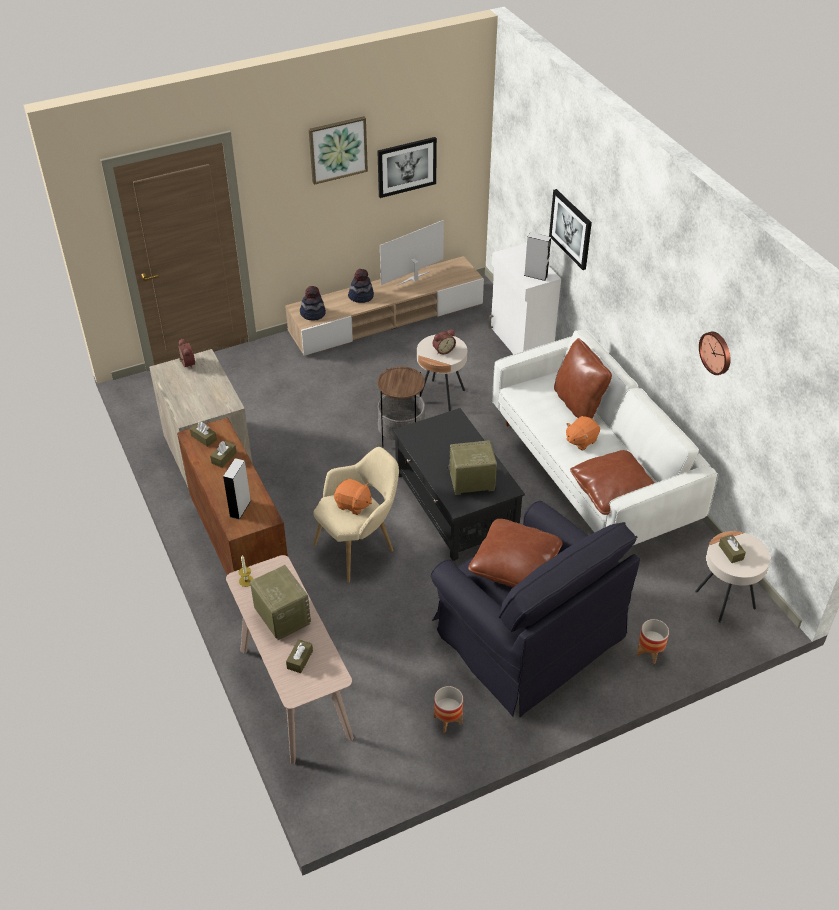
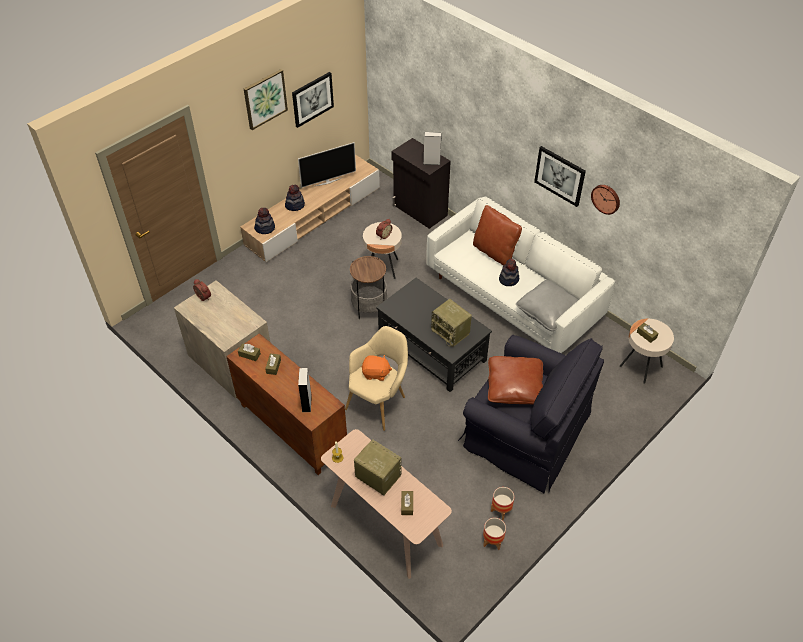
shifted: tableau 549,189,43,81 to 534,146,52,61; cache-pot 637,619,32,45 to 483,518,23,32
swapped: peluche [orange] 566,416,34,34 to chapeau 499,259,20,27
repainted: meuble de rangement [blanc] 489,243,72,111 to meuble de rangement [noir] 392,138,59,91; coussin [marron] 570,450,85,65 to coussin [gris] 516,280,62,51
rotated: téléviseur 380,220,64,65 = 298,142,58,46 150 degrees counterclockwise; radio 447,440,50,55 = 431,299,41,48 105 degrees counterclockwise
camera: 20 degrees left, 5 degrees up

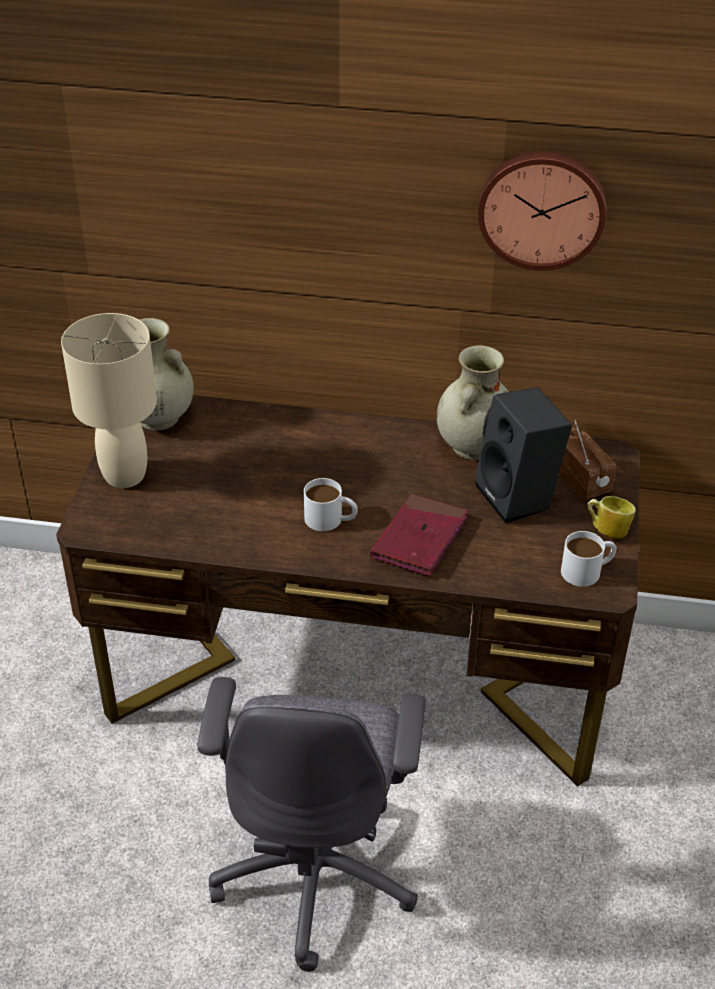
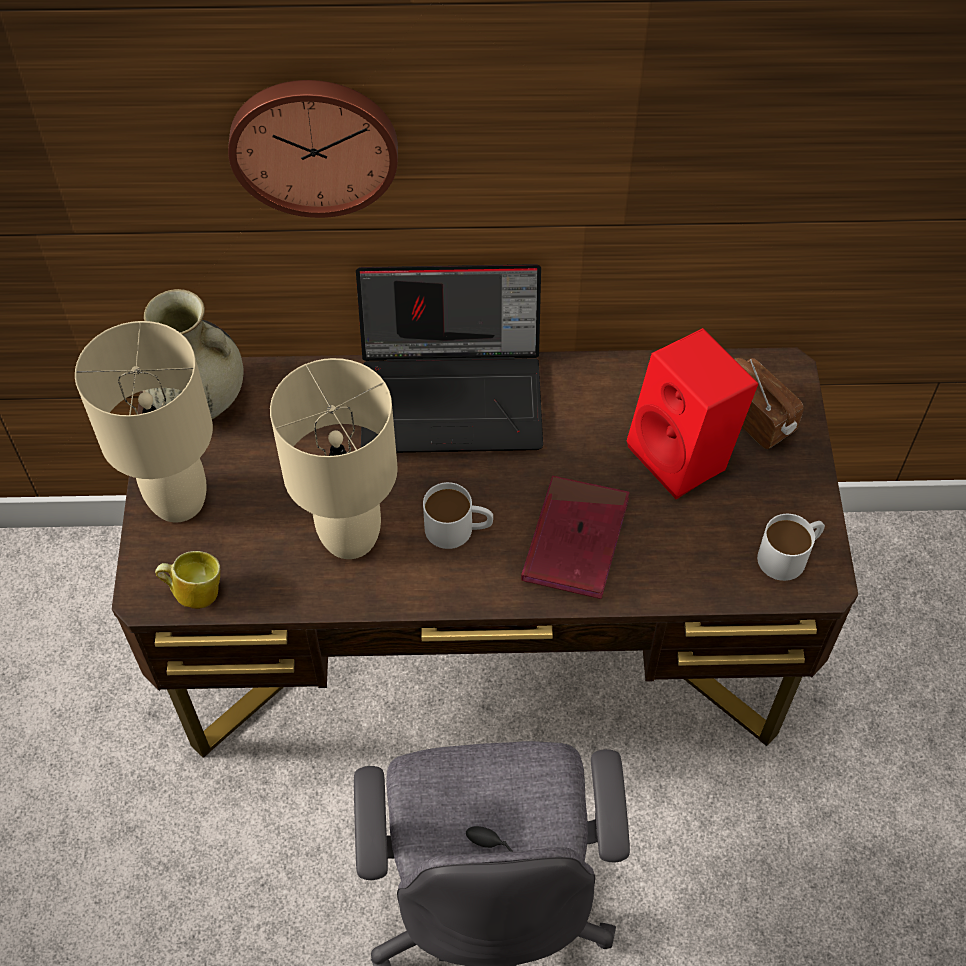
gone: vase [beige] 437,346,72,114
new: lampe de table [beige] 270,358,128,201; ordinateur portable 356,264,187,189
shifted: horloge murale 478,151,128,120 to 228,80,170,138; mug 587,496,49,43 to 155,551,65,58
repainted: enceinte [noir] 475,387,97,136 to enceinte [rouge] 626,328,132,171
camera: 10 degrees left, 15 degrees up

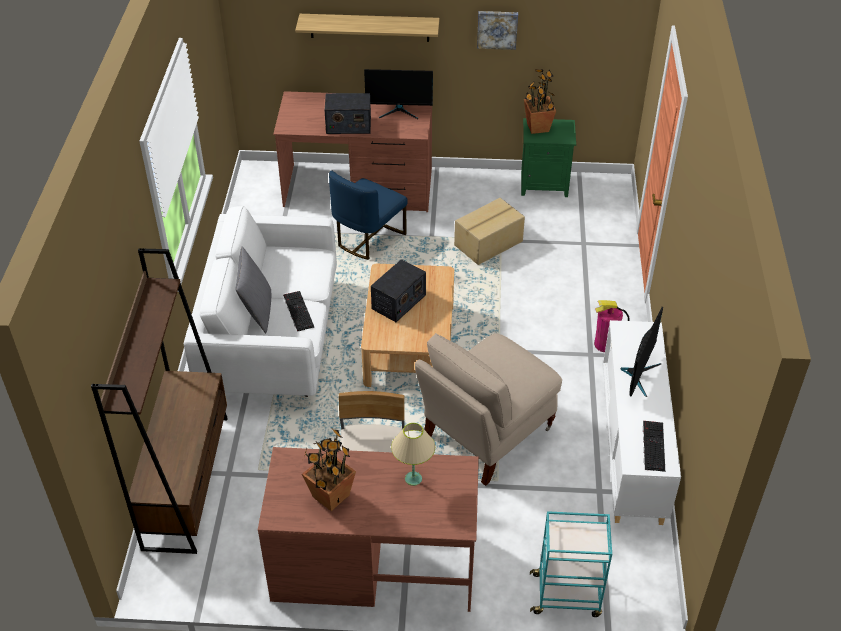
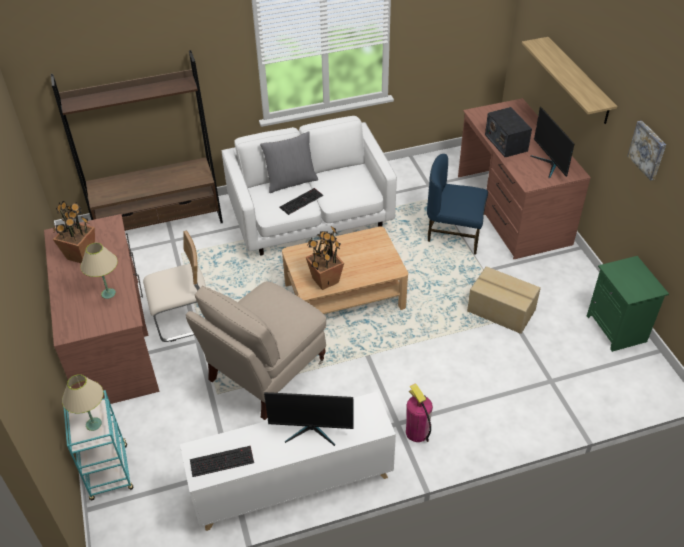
gone: radio 371,259,55,63
new: lampe de table [beige] 62,374,42,57
shifted: plante en pot 524,69,32,65 to 306,226,38,64
rotated: chaise [beige] 415,333,147,153 = 186,281,140,139 75 degrees counterclockwise
camera: 70 degrees right, 0 degrees up

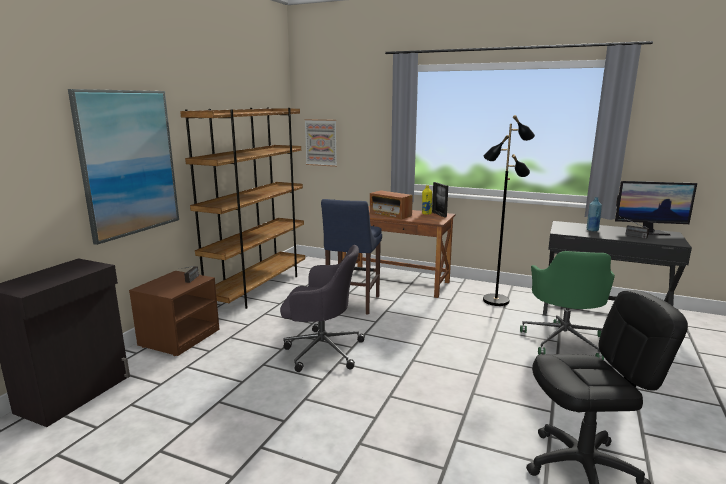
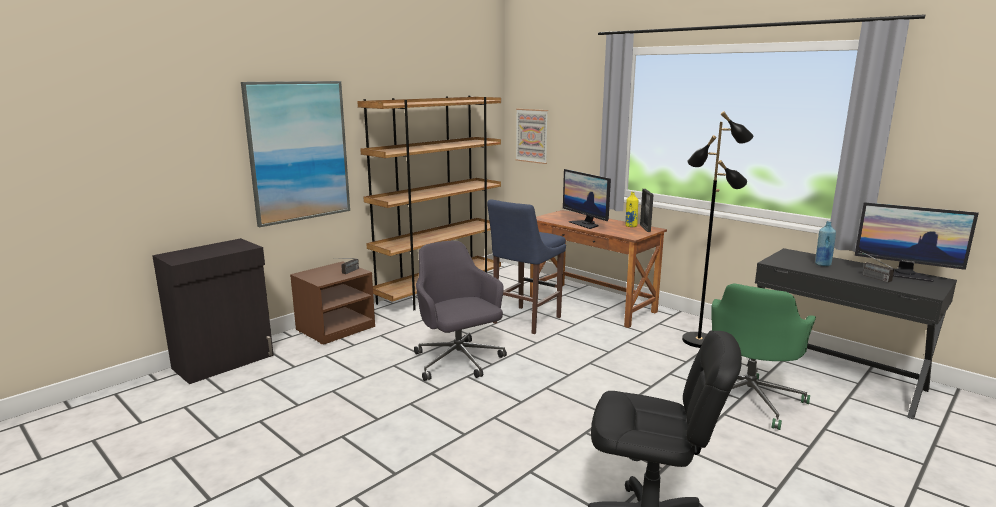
swapped: radio 370,190,43,30 to écran d'ordinateur 563,169,48,60
rotated: chaise de bureau [gris] 280,245,85,127 = 414,241,93,140 150 degrees counterclockwise
camera: 20 degrees right, 0 degrees up

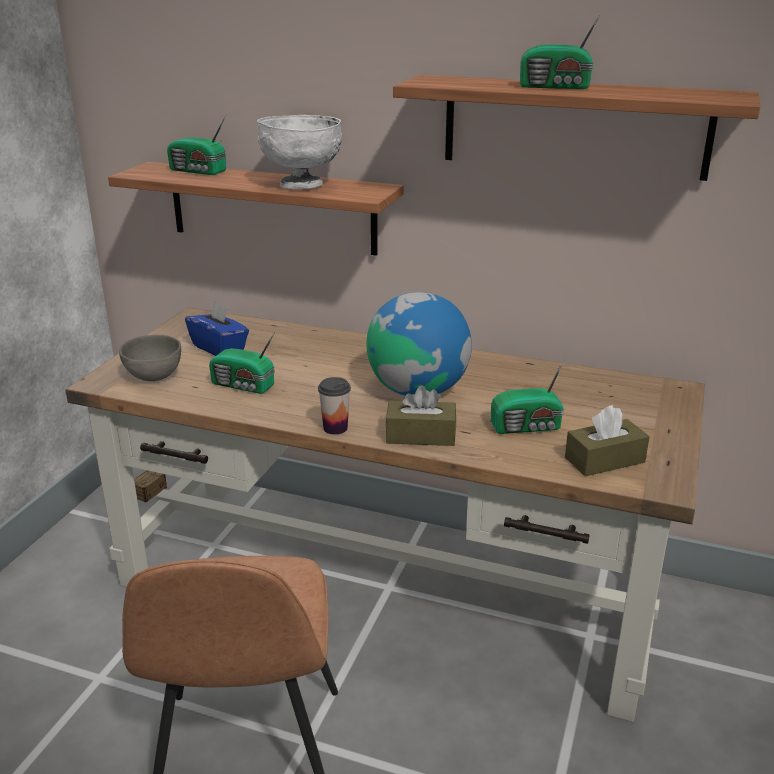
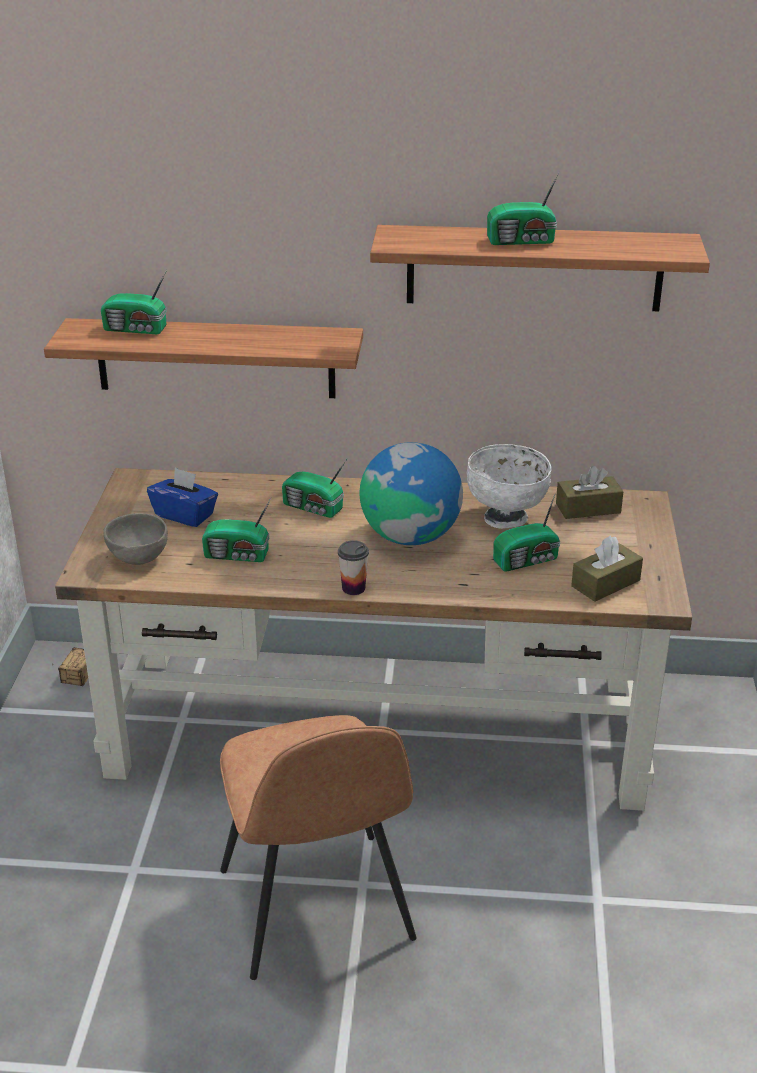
new: radio 282,459,65,59
shifted: bol [blanc] 257,115,85,74 to 467,444,85,85; boîte à mouchoirs [marron] 385,385,71,61 to 556,466,68,53
camera: 15 degrees left, 5 degrees up

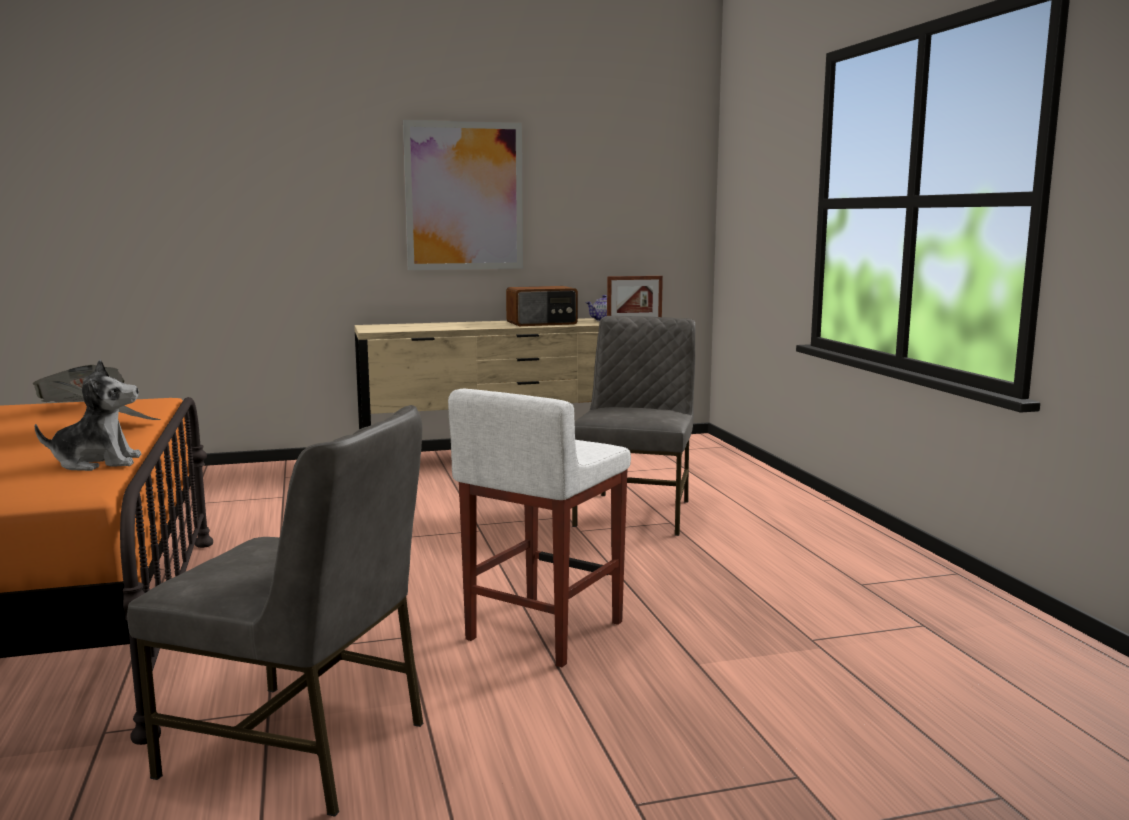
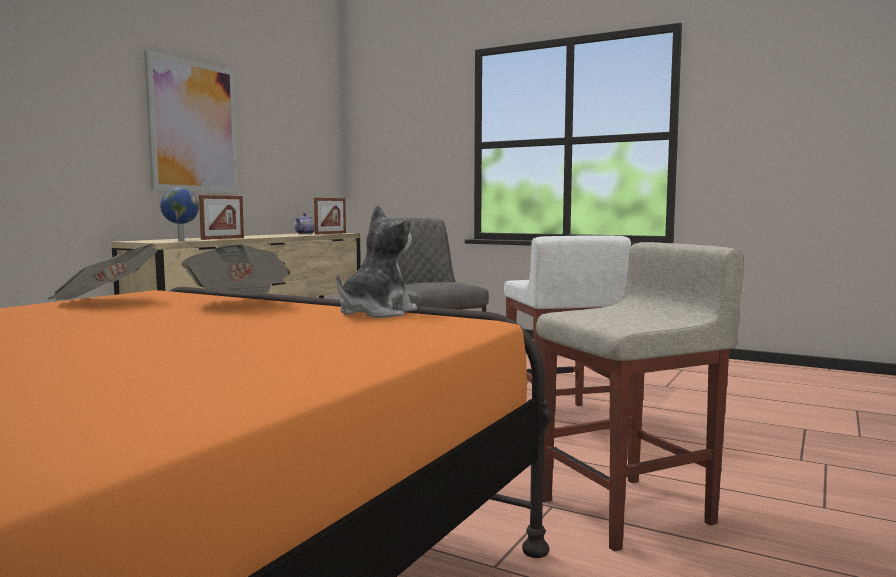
gone: radio 506,286,72,40
new: globe 160,188,39,53; cadre photo 199,195,45,45
swapped: chaise [gris] 127,405,297,412 to tabouret [beige] 536,242,208,309
camera: 45 degrees left, 5 degrees down

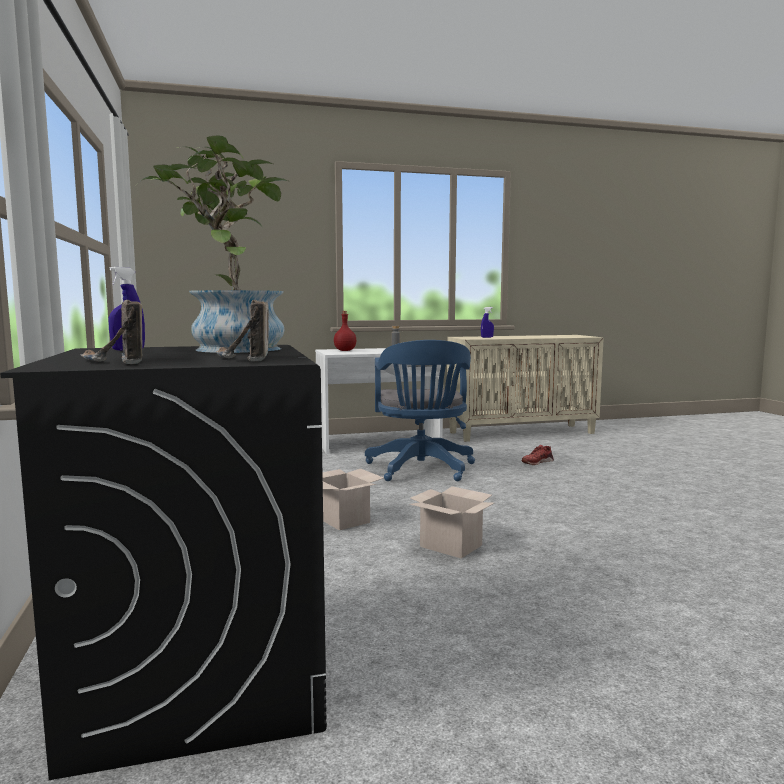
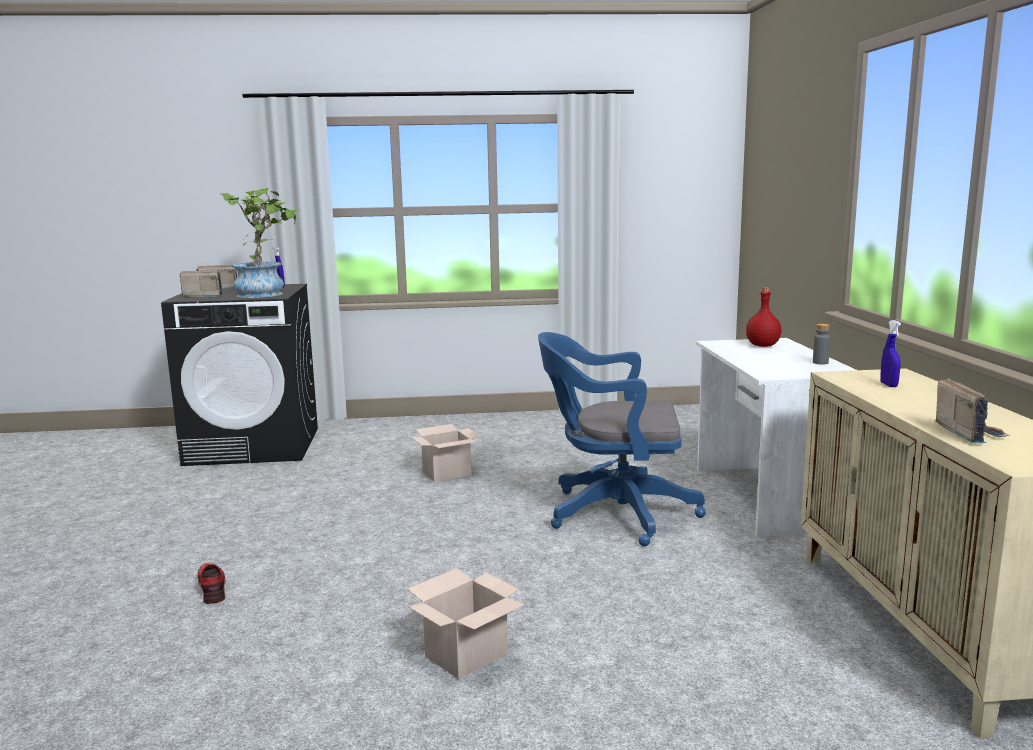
new: radio 936,378,74,66
shifted: carton 410,486,84,73 to 408,568,117,111; chaussure [rouge] 522,445,32,20 to 198,562,28,42
camera: 100 degrees right, 5 degrees up

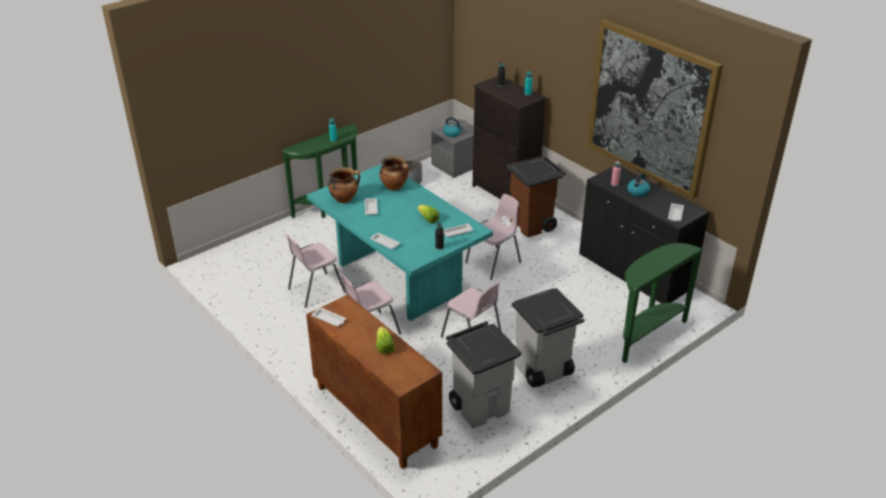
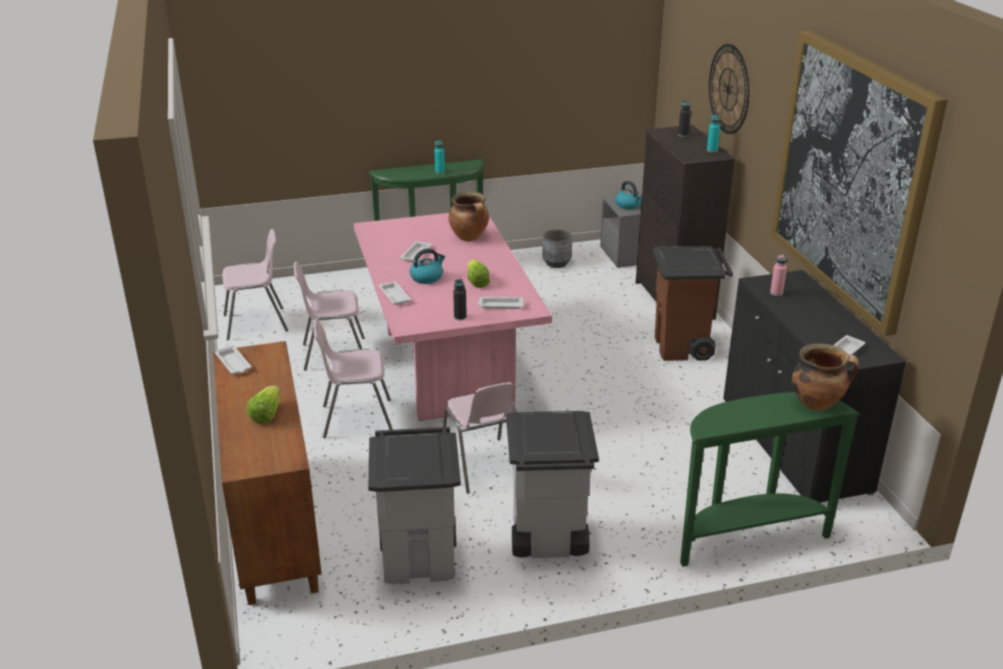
new: horloge murale 709,44,41,90
shifted: marmite 328,167,32,36 to 792,343,67,68; chaise [rose] 465,194,56,86 to 222,229,66,111; bouilloire 627,172,23,25 to 410,248,35,36
repainted: table à manger [turquoise] 307,164,186,157 to table à manger [rose] 354,213,198,208
camera: 25 degrees right, 5 degrees down

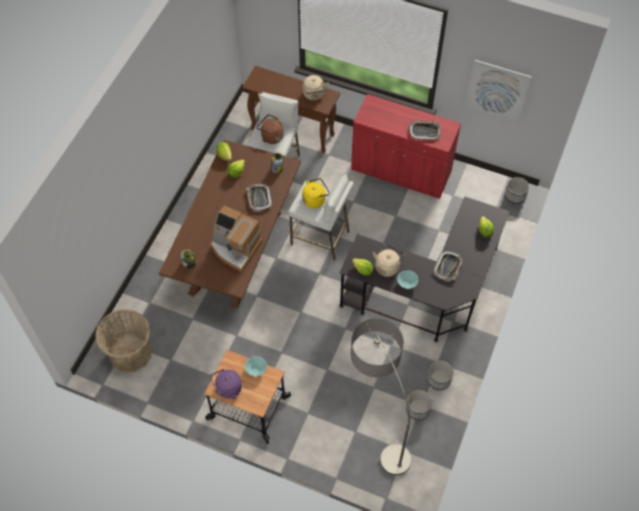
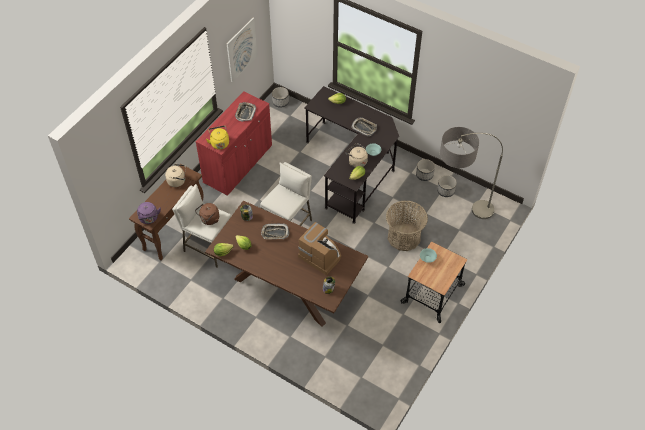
shifted: panier 95,309,57,63 to 386,201,42,50; bouilloire [violet] 210,369,32,30 to 137,202,24,22; bouilloire [jaune] 302,178,28,30 to 206,126,23,24
rotated: machine à café 210,205,52,67 = 298,222,43,53 90 degrees counterclockwise
camera: 80 degrees left, 5 degrees down

